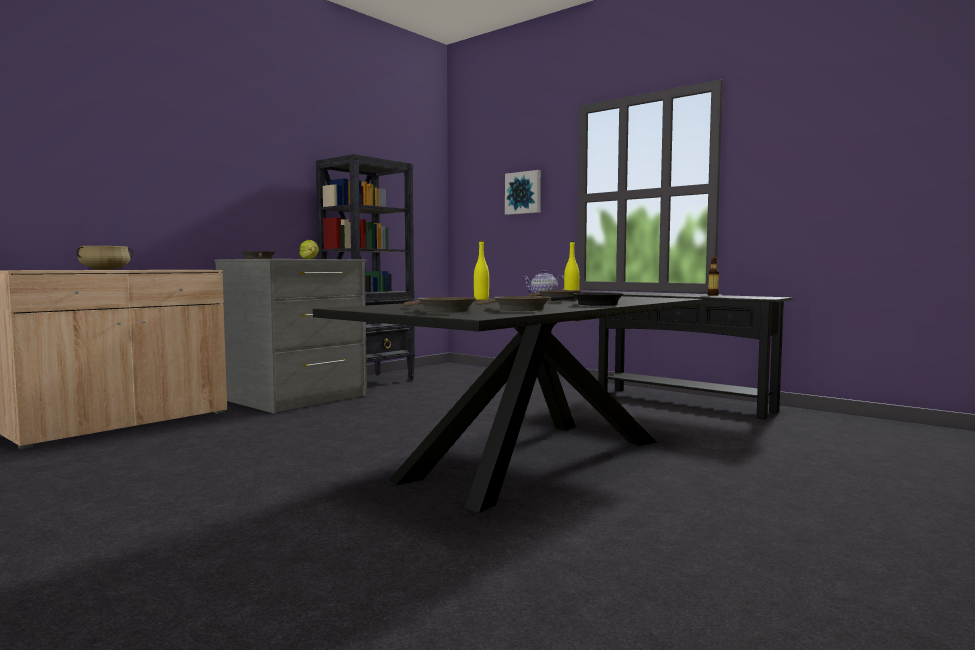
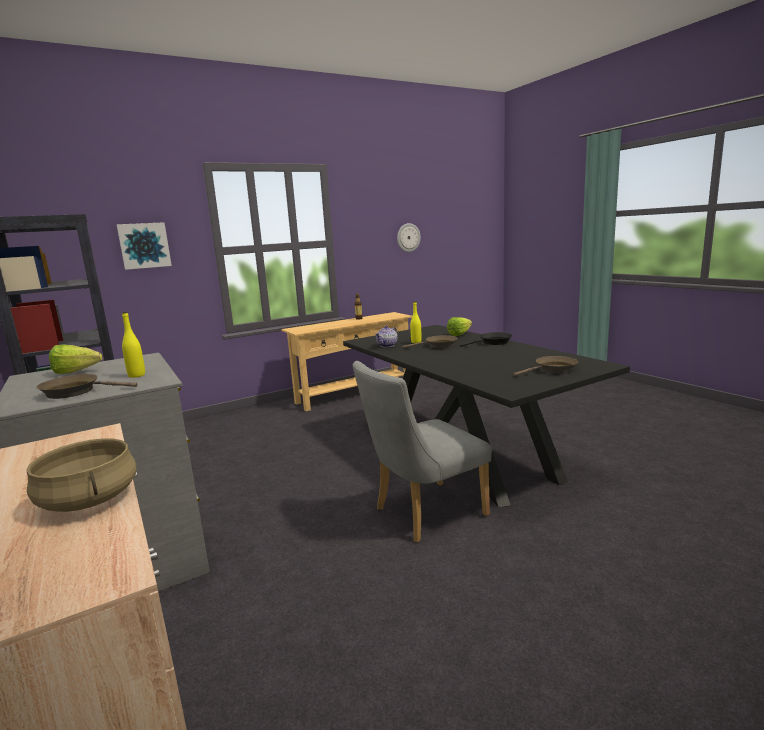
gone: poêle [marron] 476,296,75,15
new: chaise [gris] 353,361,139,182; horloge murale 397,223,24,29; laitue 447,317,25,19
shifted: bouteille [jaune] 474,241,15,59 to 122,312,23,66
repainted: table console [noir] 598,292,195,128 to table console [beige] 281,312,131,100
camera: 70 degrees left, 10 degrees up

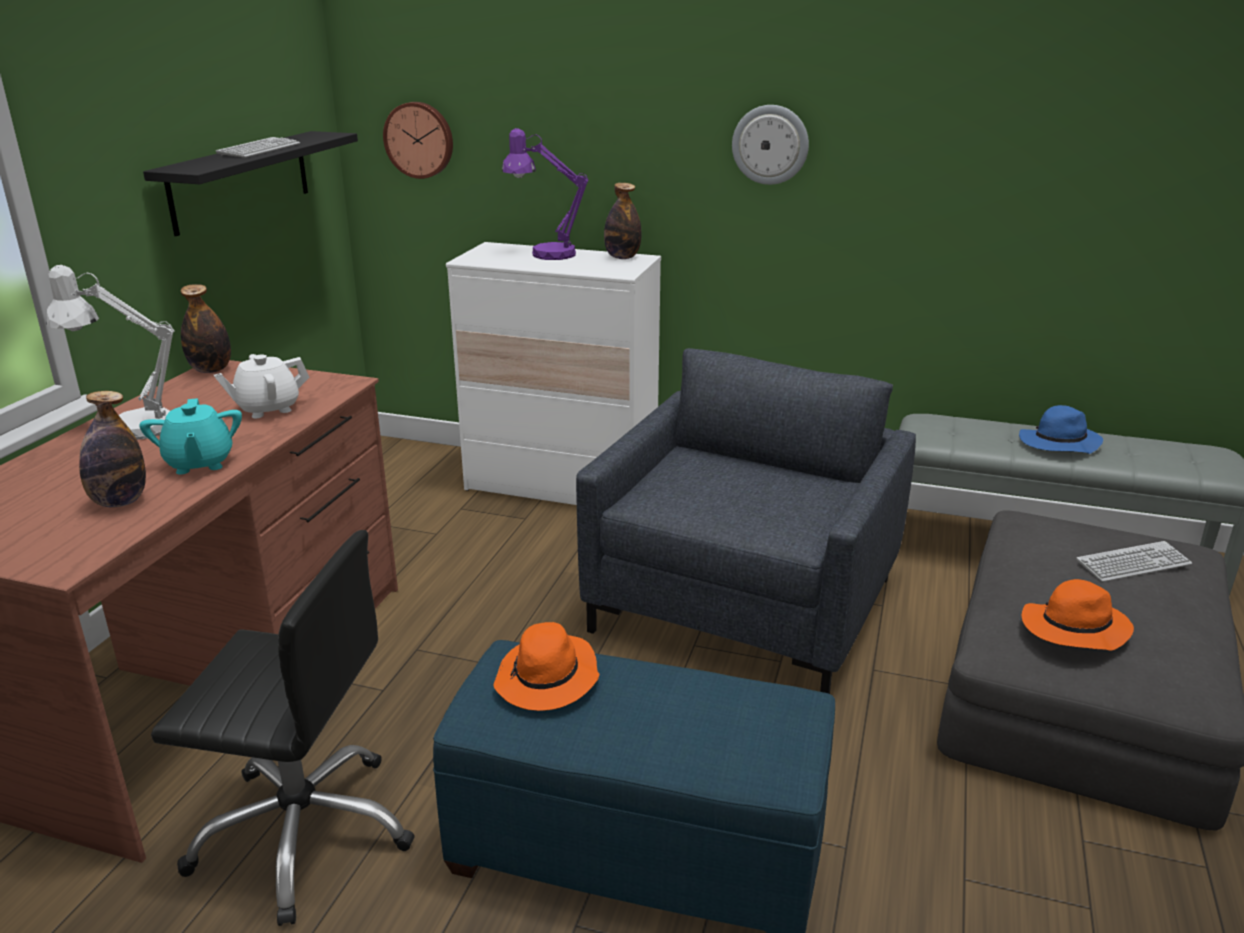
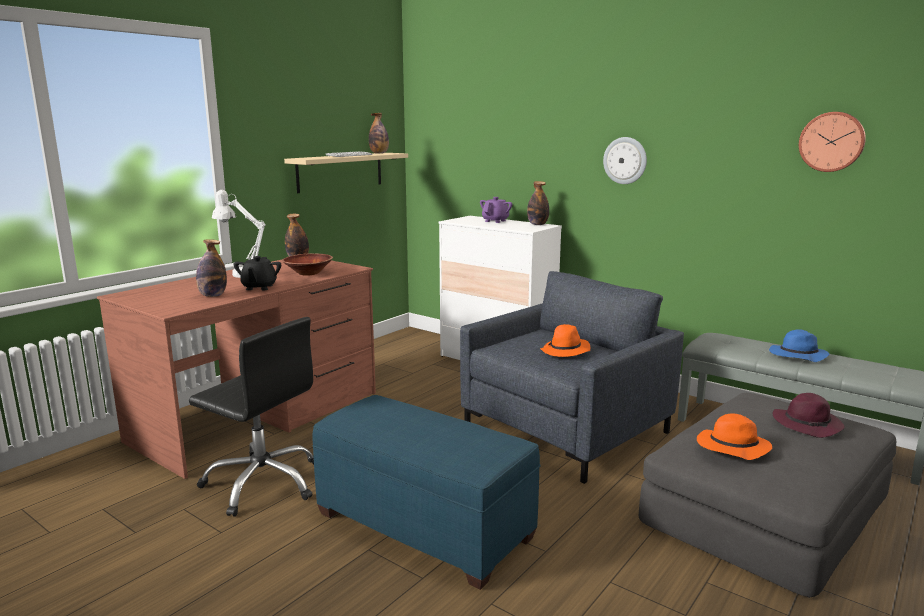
new: bouteille 369,113,20,41
shifted: horloge murale 383,102,70,77 to 799,112,67,60; chapeau [orange] 494,622,105,89 to 540,324,50,33
swapped: théière [blanc] 214,354,96,64 to bol [marron] 282,253,51,23; lampe de table [violet] 502,128,86,132 to théière [violet] 480,197,32,26; clavier 1076,541,116,41 to chapeau [violet] 772,393,72,45
repainted: théière [turquoise] 139,398,103,77 to théière [noir] 234,256,47,34; étagère [noir] 143,131,215,105 to étagère [beige] 284,153,124,40
camera: 20 degrees right, 10 degrees down

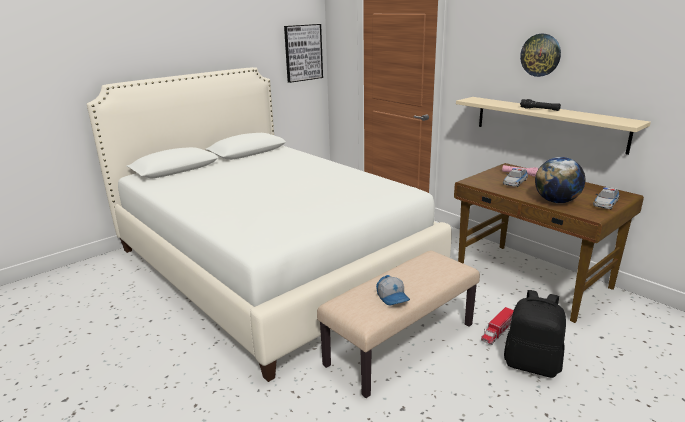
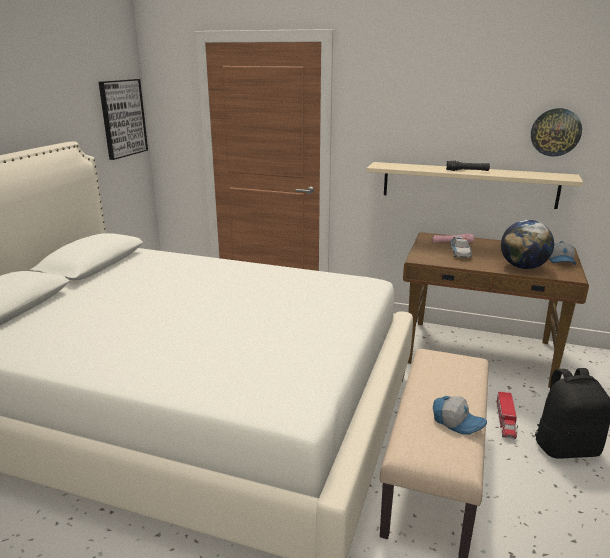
shifted: horloge murale 520,34,41,43 to 531,108,51,49
swapped: petite voiture 593,187,27,22 to casquette 549,241,27,24
camera: 30 degrees left, 0 degrees up

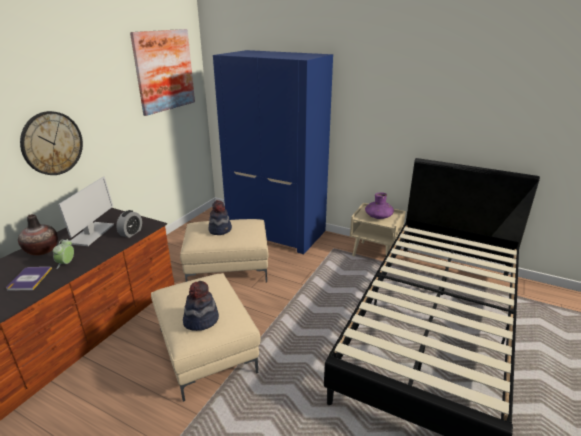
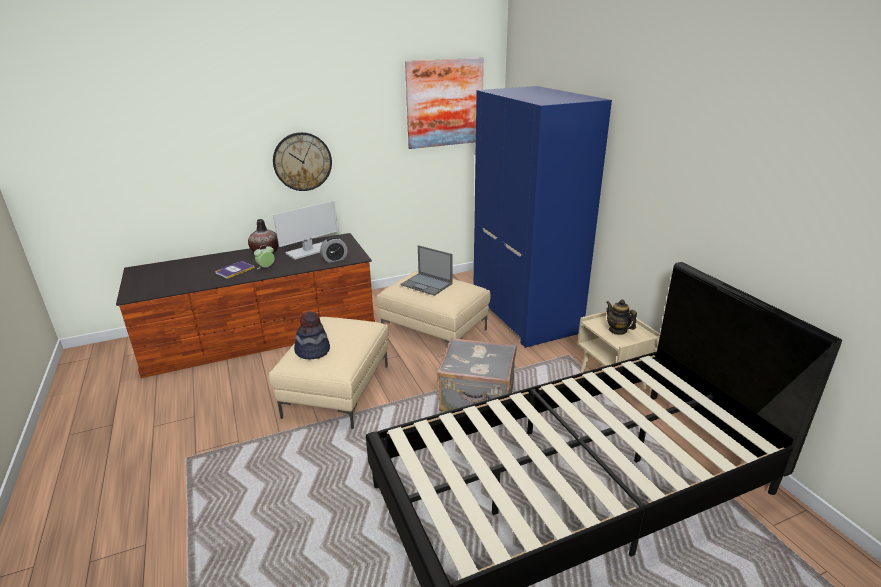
new: valise [gris] 437,338,79,74
swapped: chapeau 208,200,24,35 to ordinateur portable 400,245,53,51; vase [violet] 365,192,29,27 to théière 606,299,31,36
camera: 40 degrees right, 0 degrees up

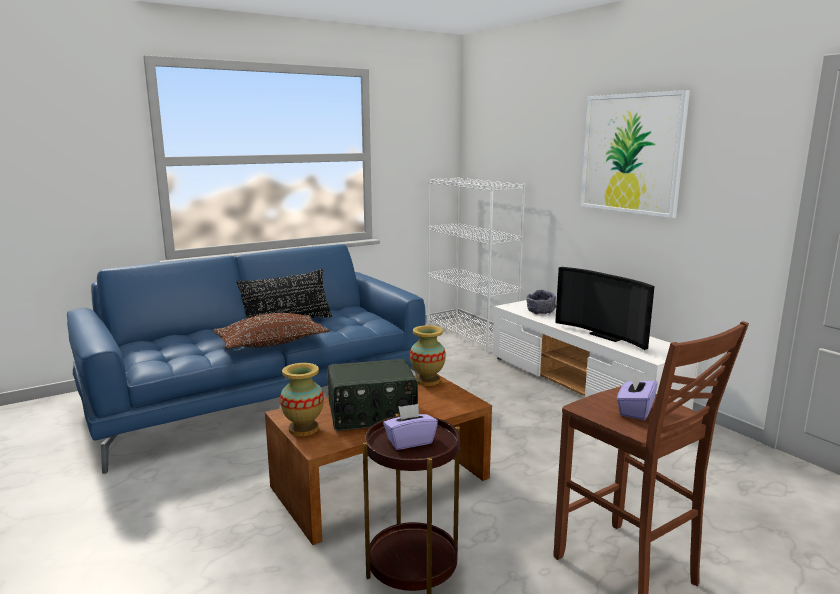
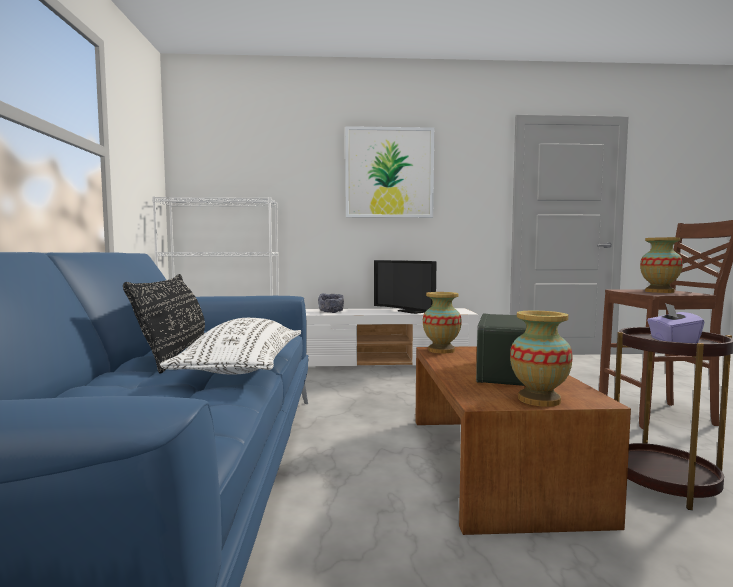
swapped: boîte à mouchoirs [violet] 617,371,41,49 to vase 640,237,43,56
repainted: coussin [marron] 213,313,116,36 to coussin [blanc] 160,318,141,56
rotated: téléviseur 555,267,100,83 = 374,260,63,54 60 degrees clockwise
camera: 60 degrees left, 10 degrees down

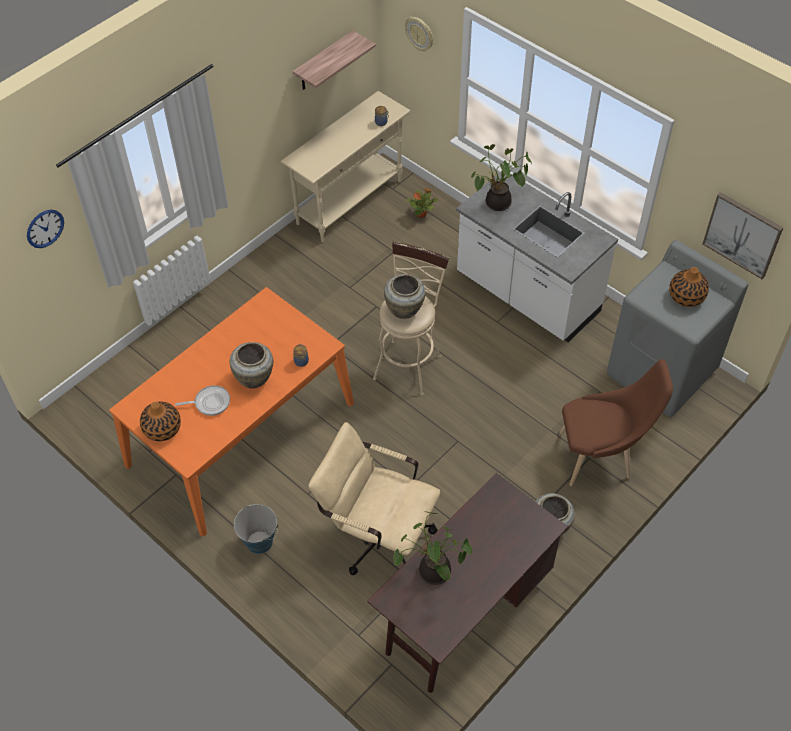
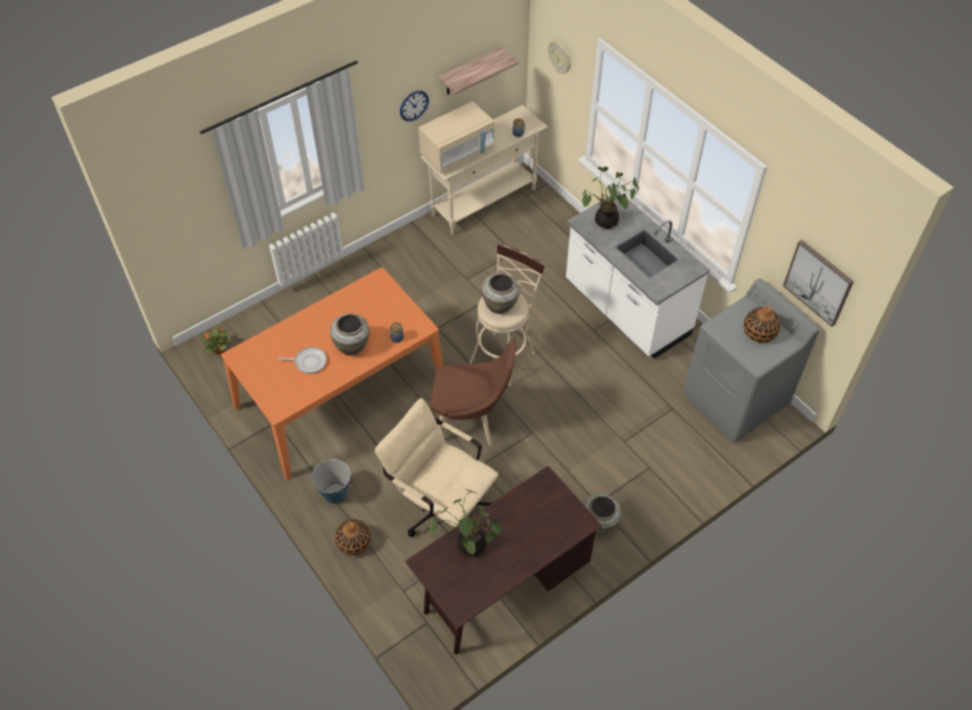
new: micro-ondes [beige] 418,101,77,72
shifted: horloge murale 27,210,37,38 to 400,91,29,30; vase 140,401,41,40 to 335,519,36,36; plante en pot 406,188,32,30 to 200,327,31,28; chaise [marron] 559,359,114,127 to 430,339,86,106
camera: 10 degrees right, 0 degrees up

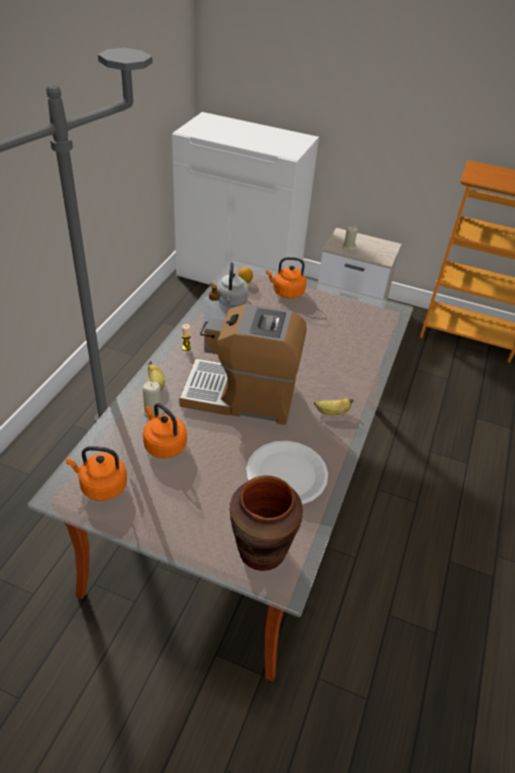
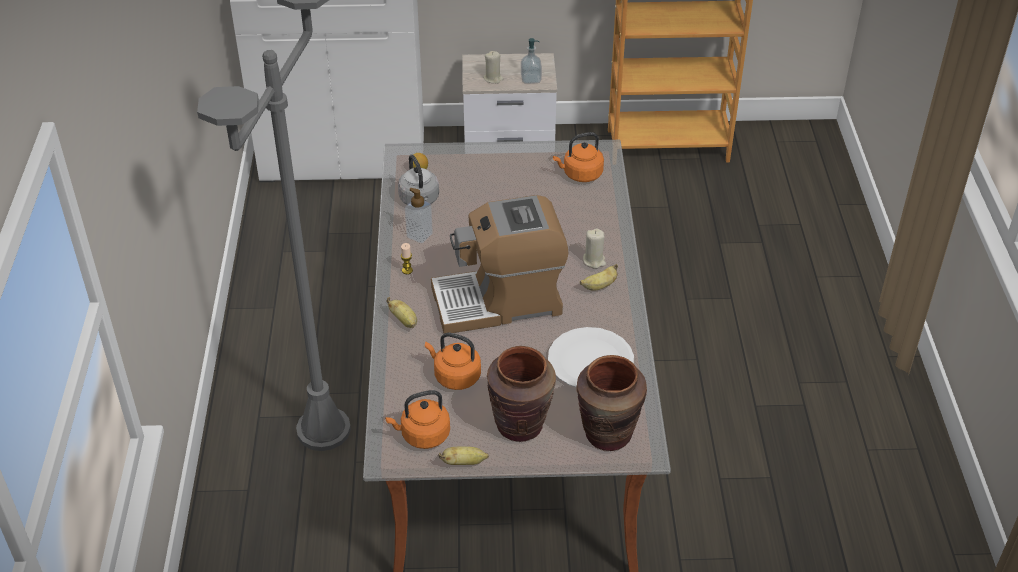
new: banane 438,446,51,19; vase [marron] 487,346,69,96; distributeur de savon 521,38,21,46
shifted: bougie [beige] 142,381,22,38 to 583,228,23,41; bouilloire [orange] 266,257,40,42 to 553,132,51,50
camera: 20 degrees left, 0 degrees up

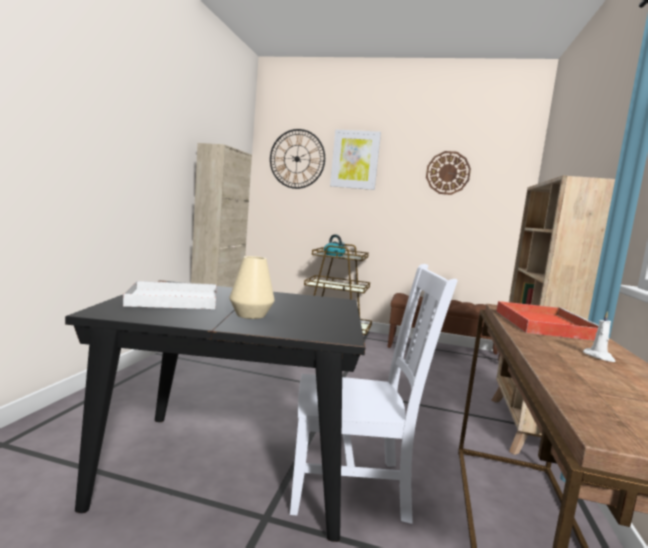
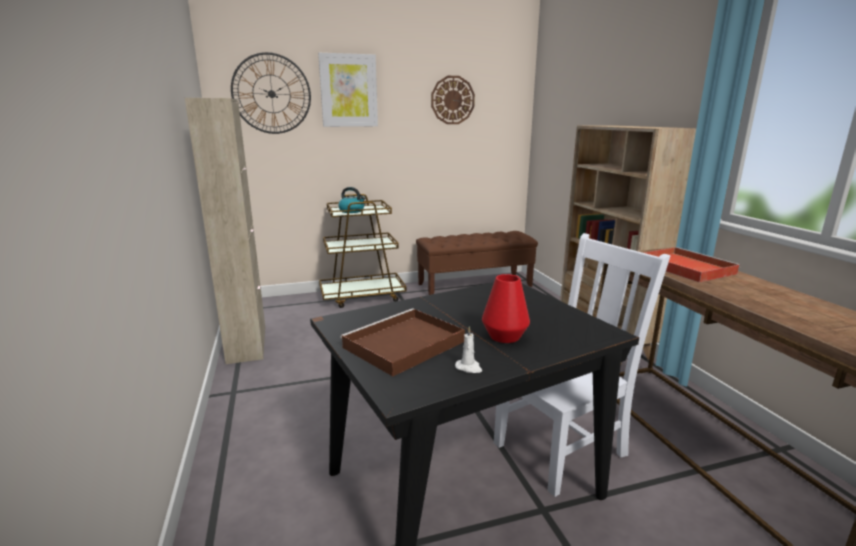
shifted: bougie [blanc] 583,311,33,51 to 455,326,27,47
repainted: plateau [blanc] 123,281,93,28 to plateau [marron] 340,308,125,68; vase [beige] 230,256,45,63 to vase [rouge] 482,274,48,69
camera: 30 degrees left, 10 degrees up

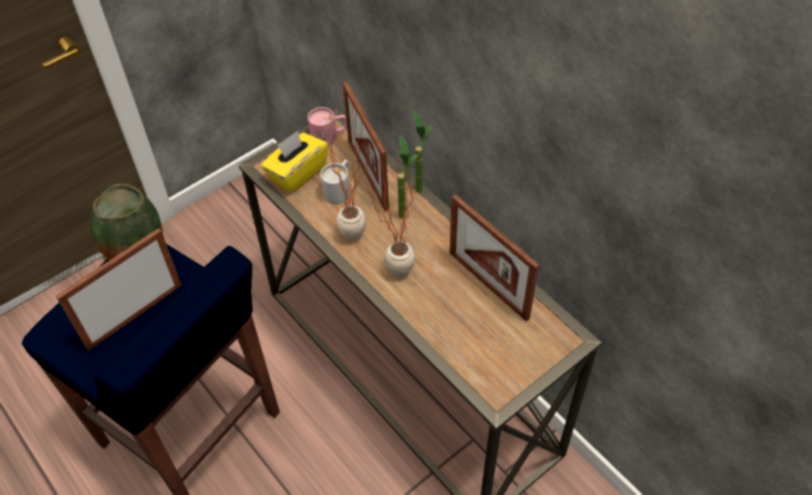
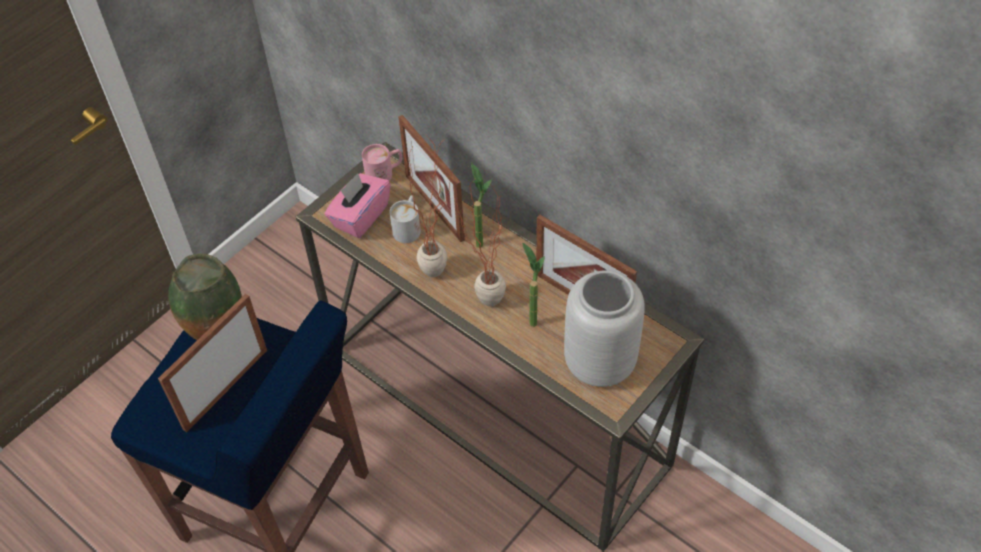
new: vase [gris] 564,270,81,117
shifted: plante en pot 412,109,20,84 to 522,242,23,85
repainted: boîte à mouchoirs [jaune] 261,131,67,62 to boîte à mouchoirs [rose] 324,173,67,65
camera: 10 degrees left, 0 degrees up

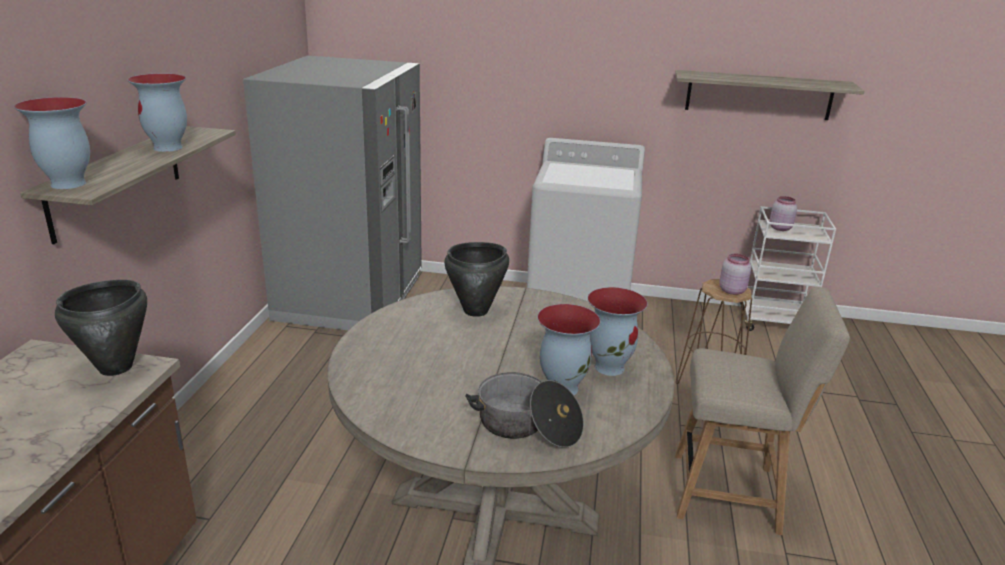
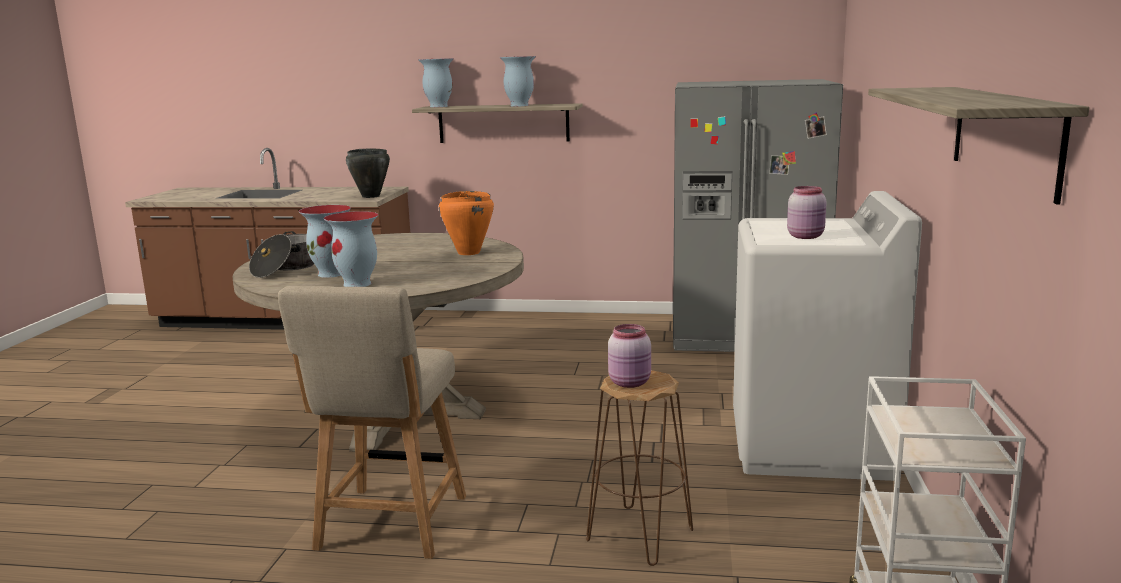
shifted: bocal [rose] 769,196,28,35 to 787,186,40,53
repainted: marmite [noir] 444,242,65,75 to marmite [orange] 439,191,55,64
camera: 90 degrees right, 10 degrees down

